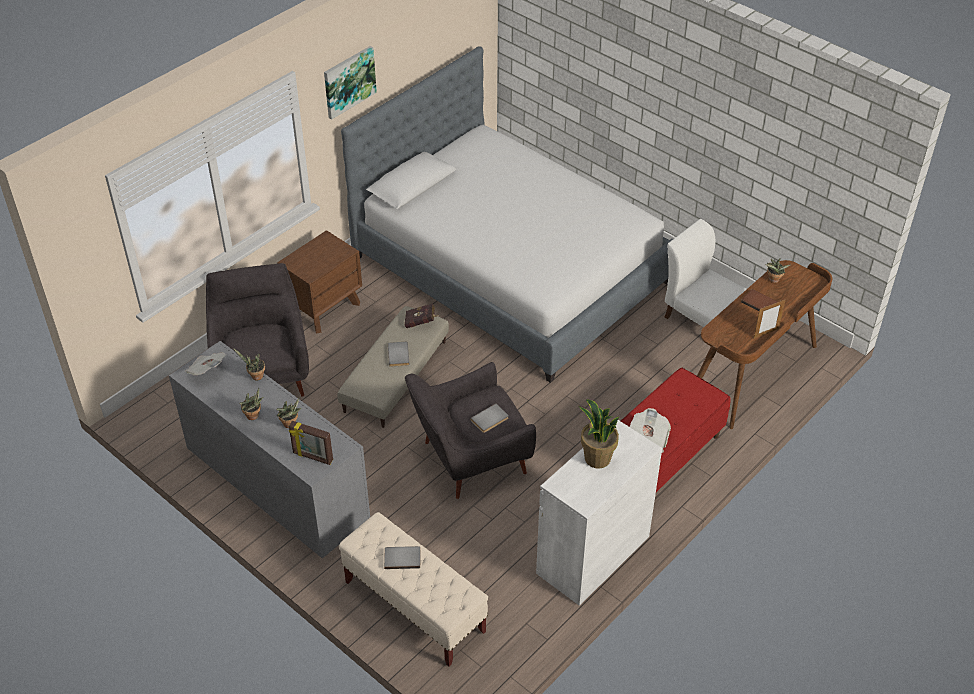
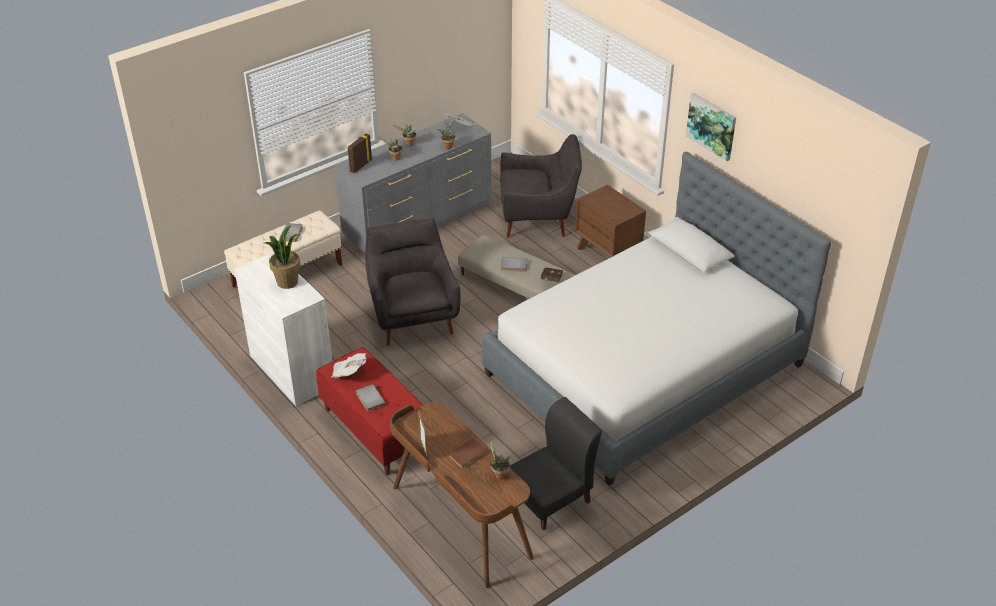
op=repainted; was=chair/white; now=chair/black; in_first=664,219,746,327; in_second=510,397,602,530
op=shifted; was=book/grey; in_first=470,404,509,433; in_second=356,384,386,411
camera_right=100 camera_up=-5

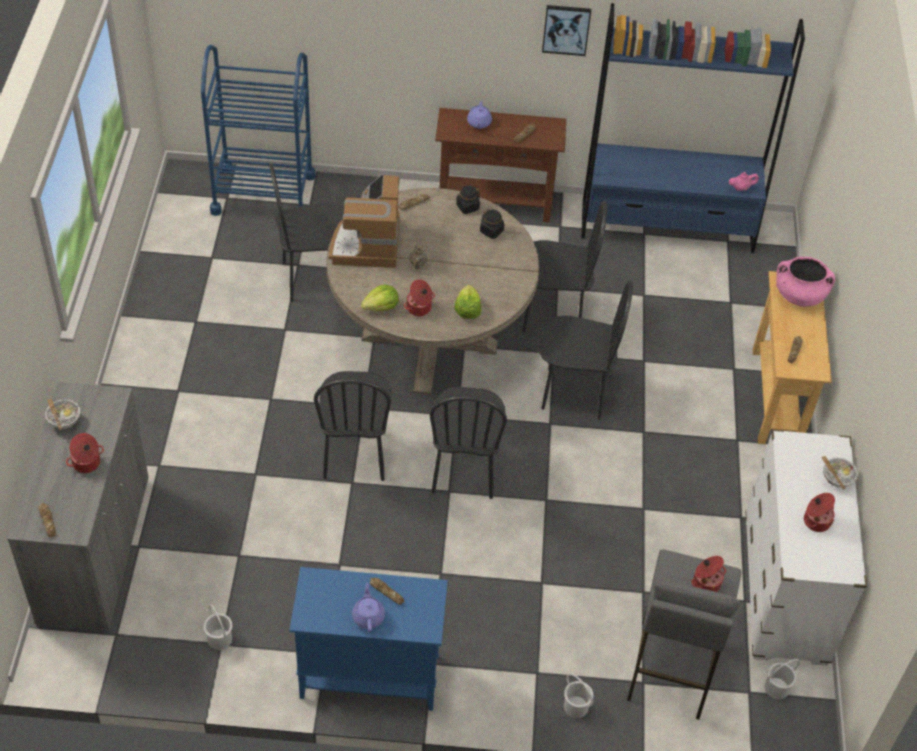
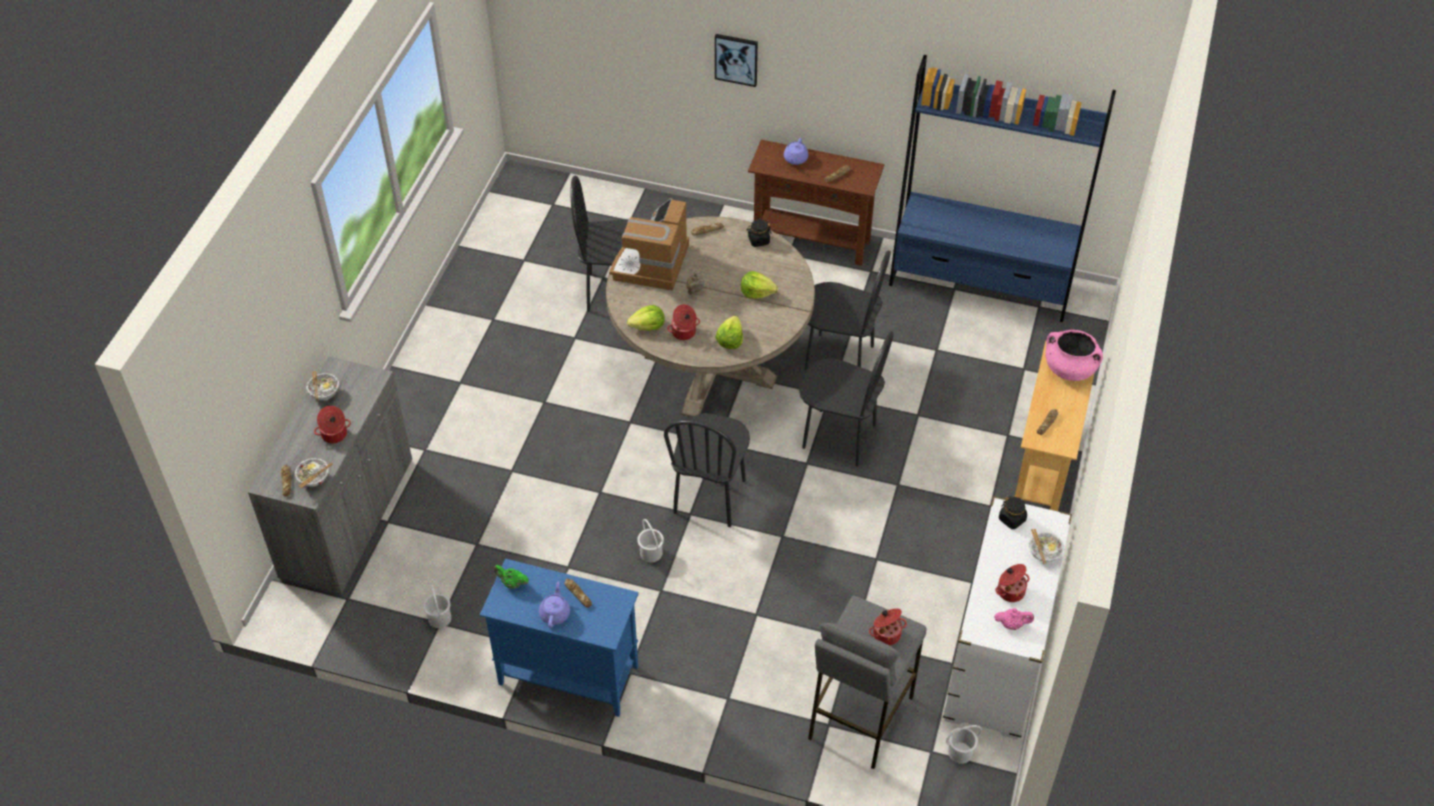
op=shifted; was=picture; in_first=542,5,591,56; in_second=715,34,758,87
op=gone; was=cart/blue; in_first=201,45,316,216
op=shifted; was=teapot/pink; in_first=729,172,759,191; in_second=995,608,1034,630
op=shifted; was=jar/black; in_first=480,210,504,239; in_second=999,496,1027,529
op=gone; was=chair/black; in_first=314,371,392,481
op=shifted; was=bucket/white; in_first=564,673,593,718; in_second=637,519,664,563
op=new; now=lettuce; in_second=741,271,778,299
op=new; now=bowl; in_second=295,458,333,488
op=new; now=teapot/green; in_second=494,565,529,589
camera_right=15 camera_up=0

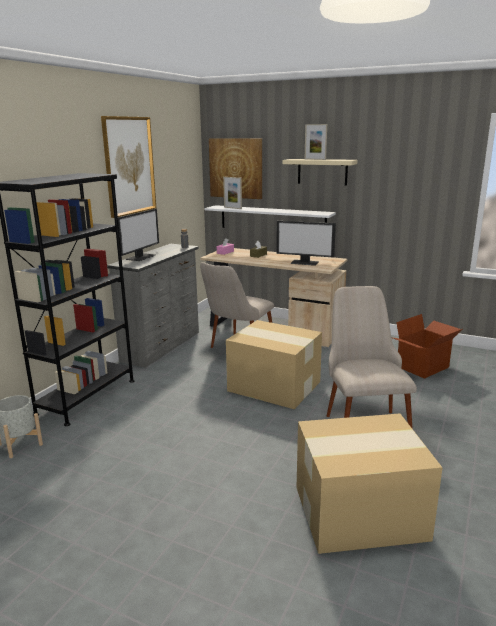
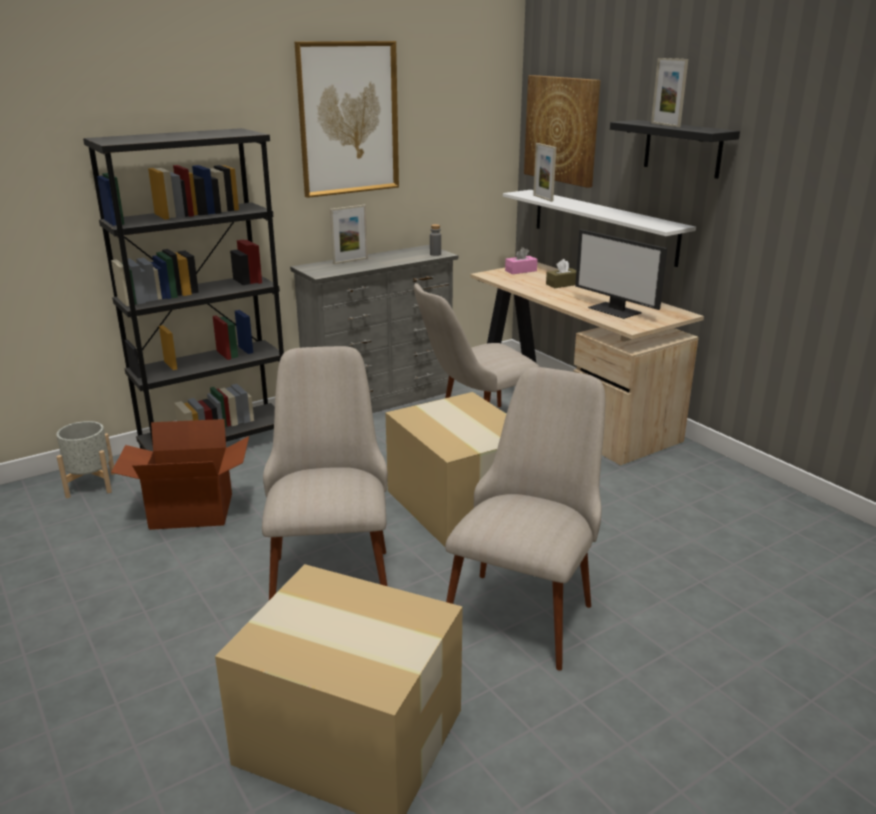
op=repainted; was=shelf/beige; now=shelf/black; in_first=282,159,357,185; in_second=610,120,740,179
op=swapped; was=monitor; now=picture frame; in_first=118,209,159,261; in_second=330,205,368,264
op=shifted; was=cardboard box; in_first=393,314,462,379; in_second=111,419,249,530
op=new; now=chair/beige; in_second=262,346,388,600
camera_right=30 camera_up=5

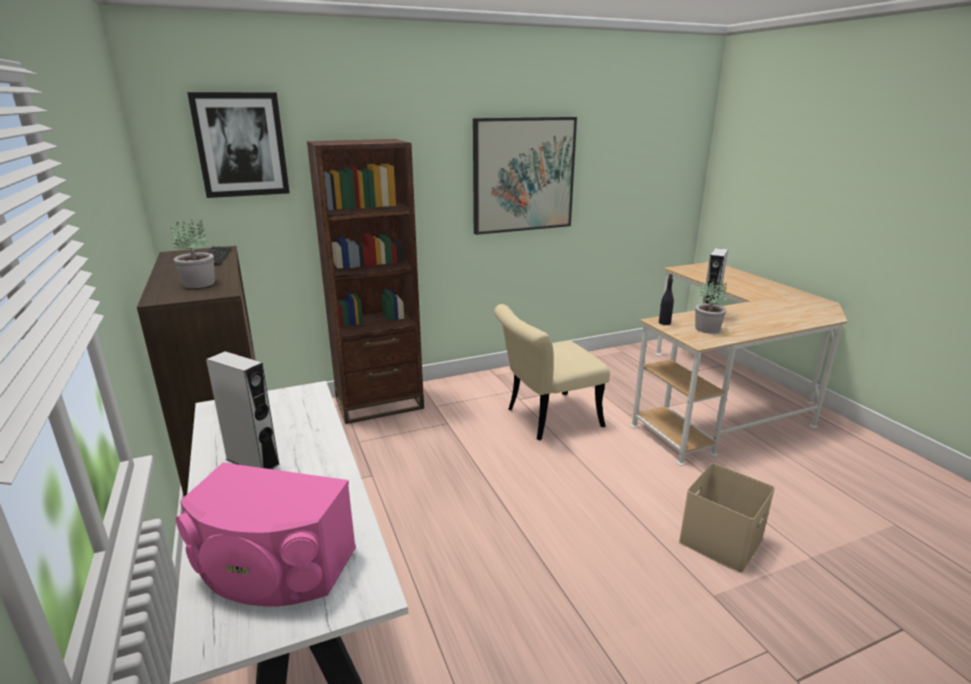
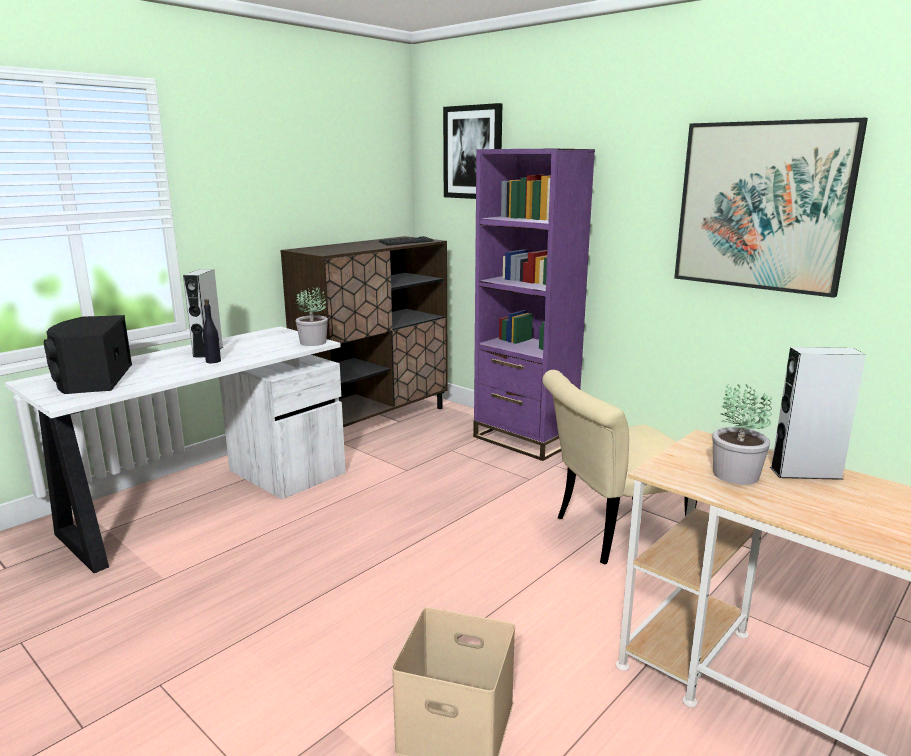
op=repainted; was=bookcase/brown; now=bookcase/purple; in_first=307,139,424,424; in_second=473,149,595,461
op=shifted; was=potted plant; in_first=171,219,215,288; in_second=296,287,328,346
op=shifted; was=bottle/black; in_first=659,274,674,325; in_second=203,299,221,363
op=rotated; was=chair/beige; in_first=494,304,610,440; in_second=542,370,697,564; clockwise=-60
op=repainted; was=speaker/pink; now=speaker/black; in_first=176,463,356,607; in_second=44,315,132,394
camera_right=65 camera_up=-5

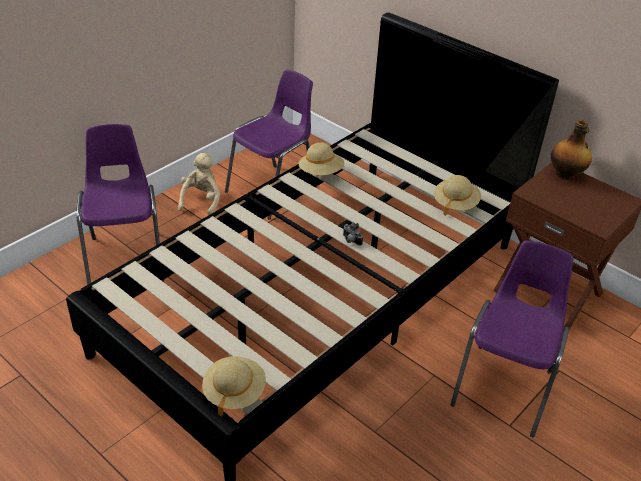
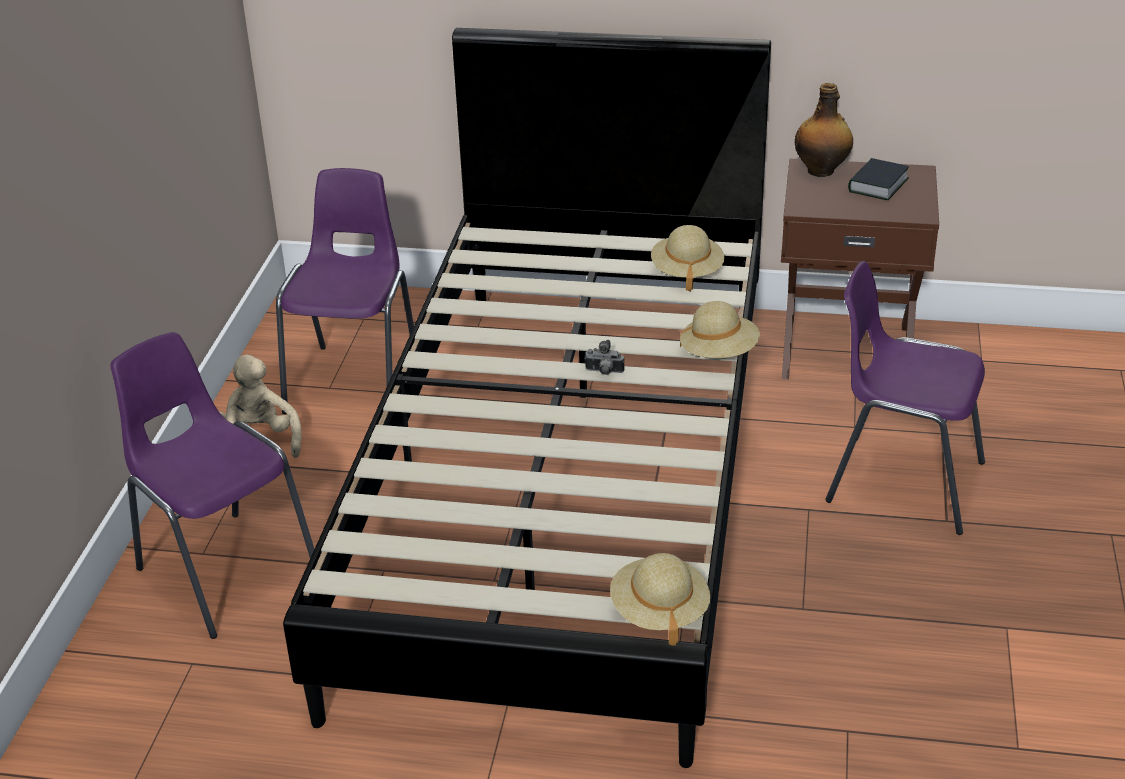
op=shifted; was=hat/beige; in_first=299,143,345,176; in_second=680,301,760,358
op=rotated; was=chair/purple; in_first=450,240,574,437; in_second=825,261,985,535; clockwise=-60
op=new; now=book; in_second=848,158,909,200
camera_right=-30 camera_up=-5

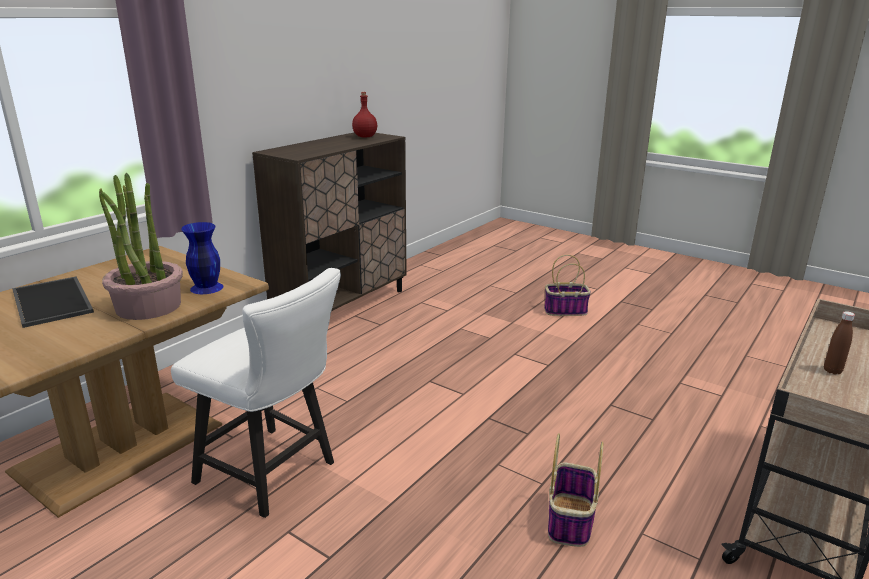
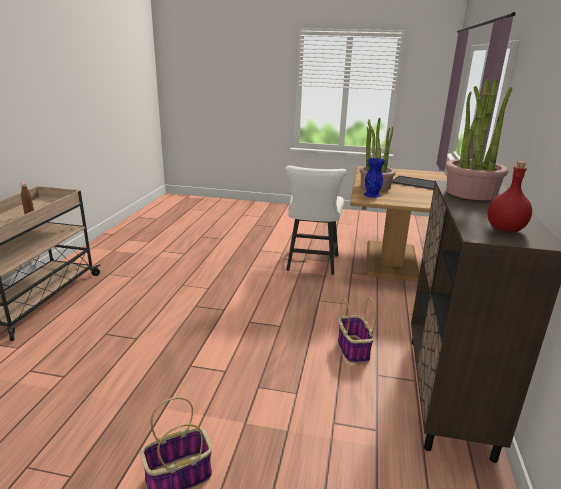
op=rotated; was=chair/white; in_first=171,268,341,518; in_second=285,165,347,275; clockwise=-90
op=shifted; was=basket; in_first=548,433,603,547; in_second=338,297,377,363
op=new; now=potted plant; in_second=445,78,512,200
camera_right=155 camera_up=0

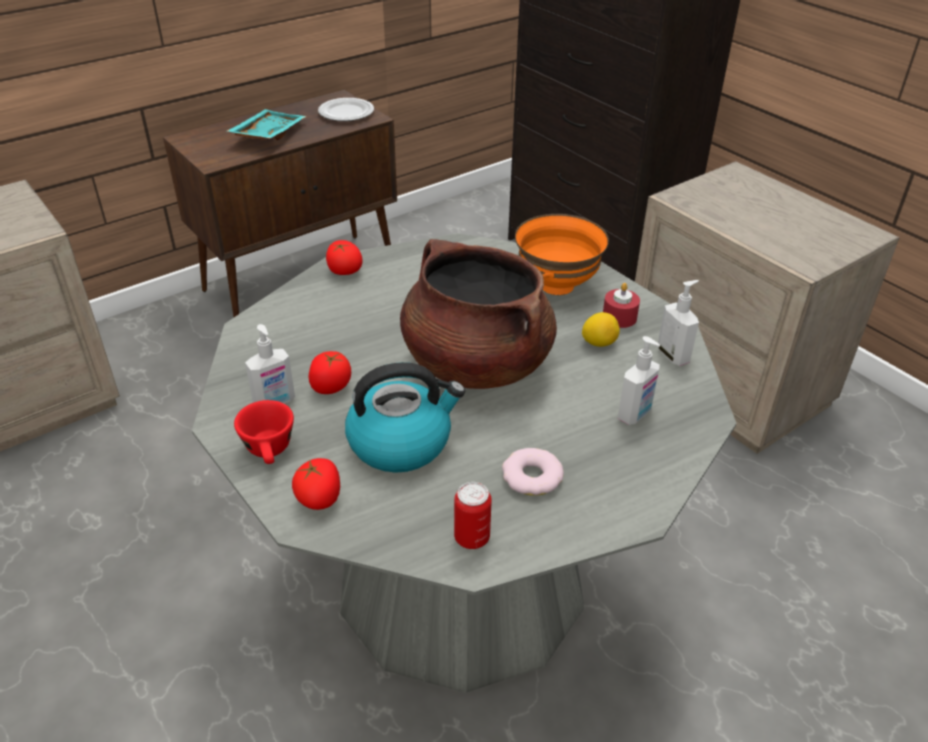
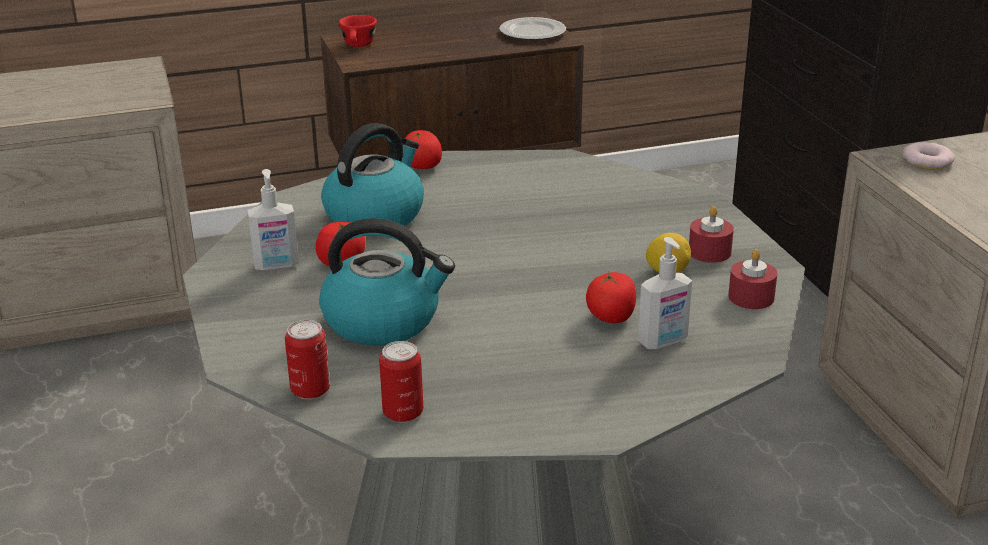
op=gone; was=tray/turquoise; in_first=227,109,307,140
op=gone; was=bowl/orange; in_first=515,214,609,295
op=gone; was=cooking pot/brown; in_first=400,239,557,389
op=swapped; was=soap dispenser; now=candle/red; in_first=658,280,699,366; in_second=728,249,777,309
op=shifted; was=cup/red; in_first=234,400,294,464; in_second=339,15,377,47
op=shifted; was=donut; in_first=502,448,564,496; in_second=903,142,955,169
op=shifted; was=tomato; in_first=292,458,340,510; in_second=586,272,636,323
op=new; now=kettle; in_second=321,123,424,226
op=new; now=can; in_second=285,320,330,399
camera_right=20 camera_up=-10

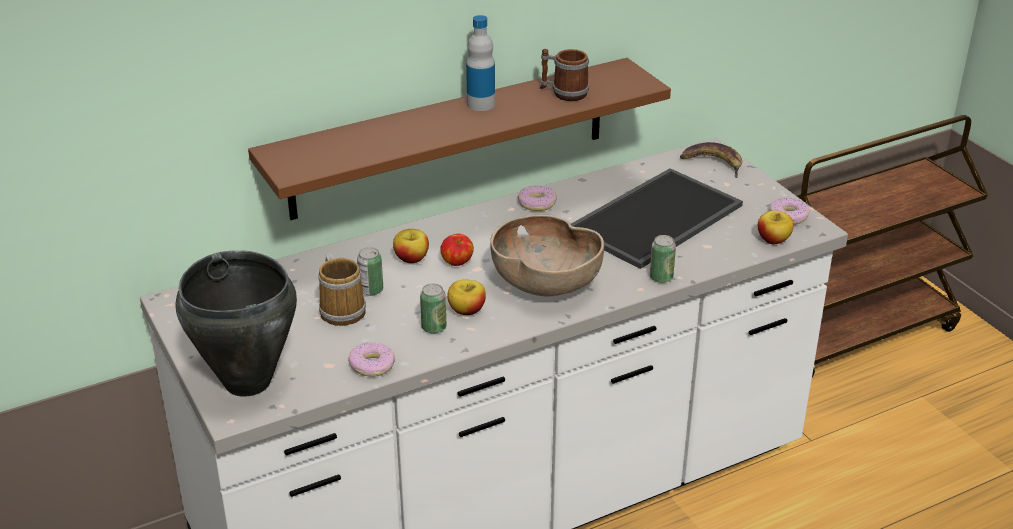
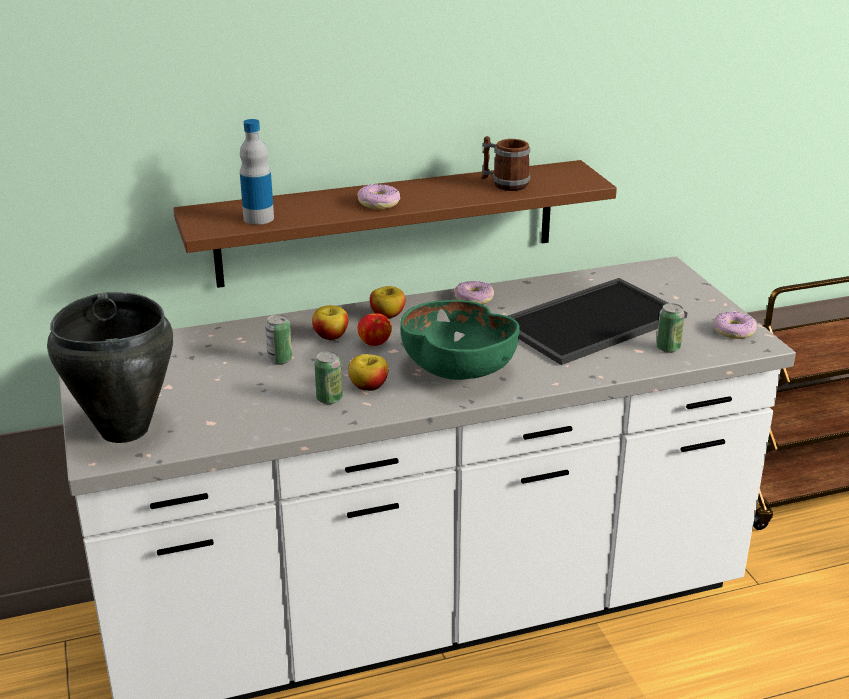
op=shifted; was=bottle; in_first=466,15,495,111; in_second=240,119,274,225
op=gone; was=banana; in_first=680,142,742,178
op=shifted; was=apple; in_first=758,210,794,245; in_second=370,286,406,319
op=repainted; was=bowl/brown; now=bowl/green; in_first=490,214,604,296; in_second=400,300,520,380
op=shifted; was=can; in_first=650,235,676,283; in_second=656,303,685,353
op=gone; was=mug; in_first=318,254,366,326
op=shifted; was=donut; in_first=348,343,395,377; in_second=357,184,400,209
camera_right=10 camera_up=-5

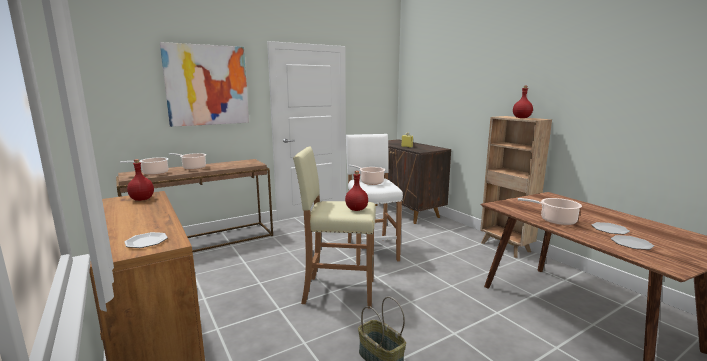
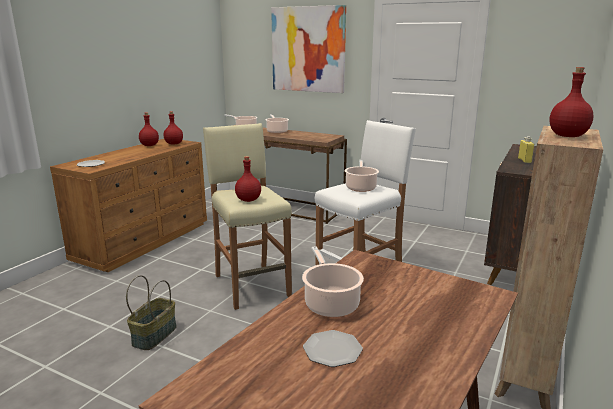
op=gone; was=plate; in_first=611,235,654,250
op=new; now=bottle/red; in_second=139,112,159,146
camera_right=60 camera_up=5

